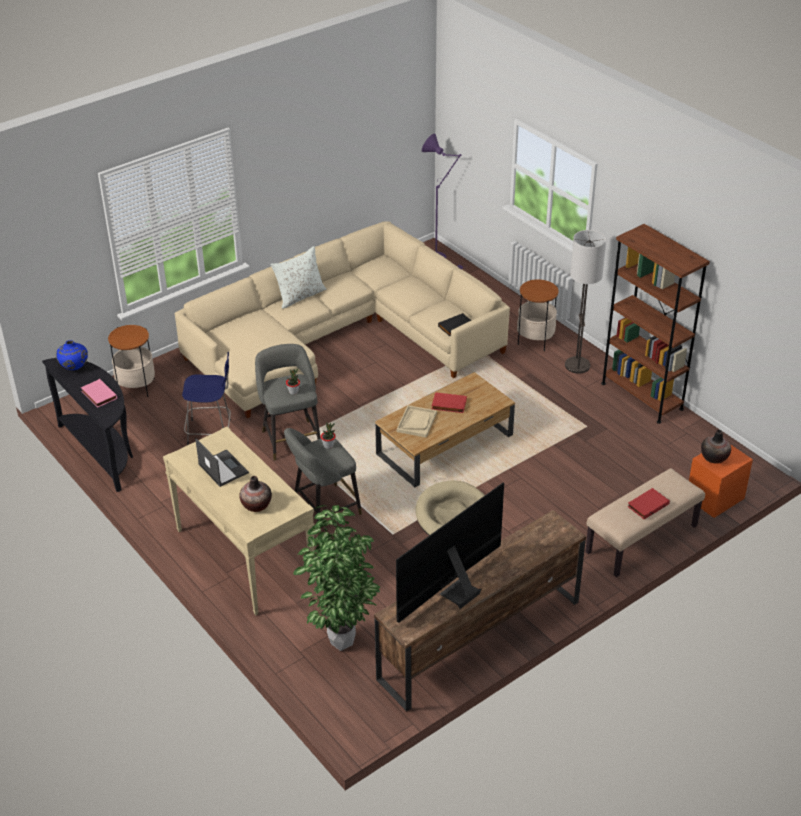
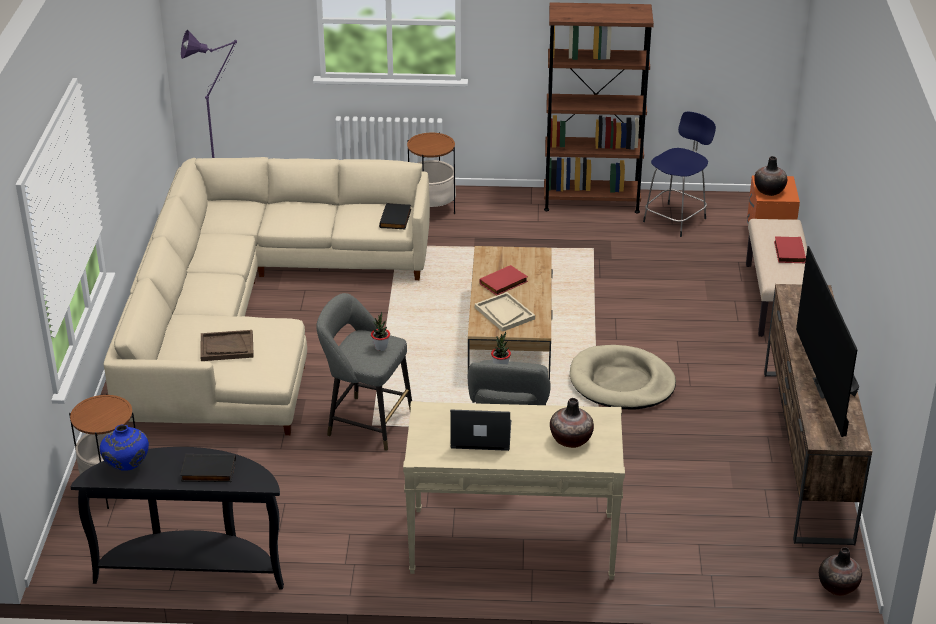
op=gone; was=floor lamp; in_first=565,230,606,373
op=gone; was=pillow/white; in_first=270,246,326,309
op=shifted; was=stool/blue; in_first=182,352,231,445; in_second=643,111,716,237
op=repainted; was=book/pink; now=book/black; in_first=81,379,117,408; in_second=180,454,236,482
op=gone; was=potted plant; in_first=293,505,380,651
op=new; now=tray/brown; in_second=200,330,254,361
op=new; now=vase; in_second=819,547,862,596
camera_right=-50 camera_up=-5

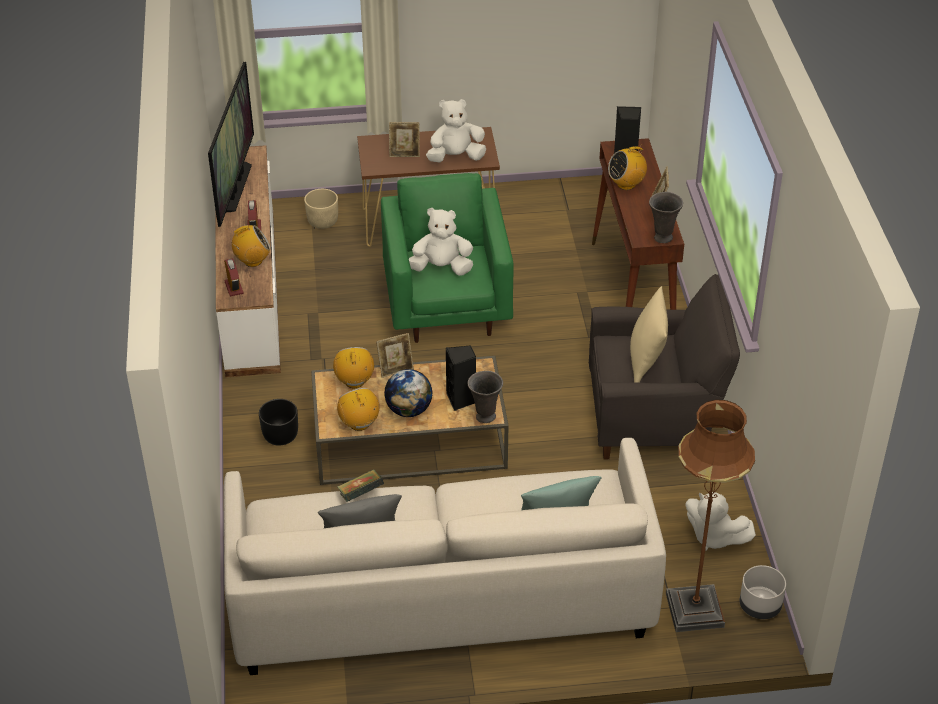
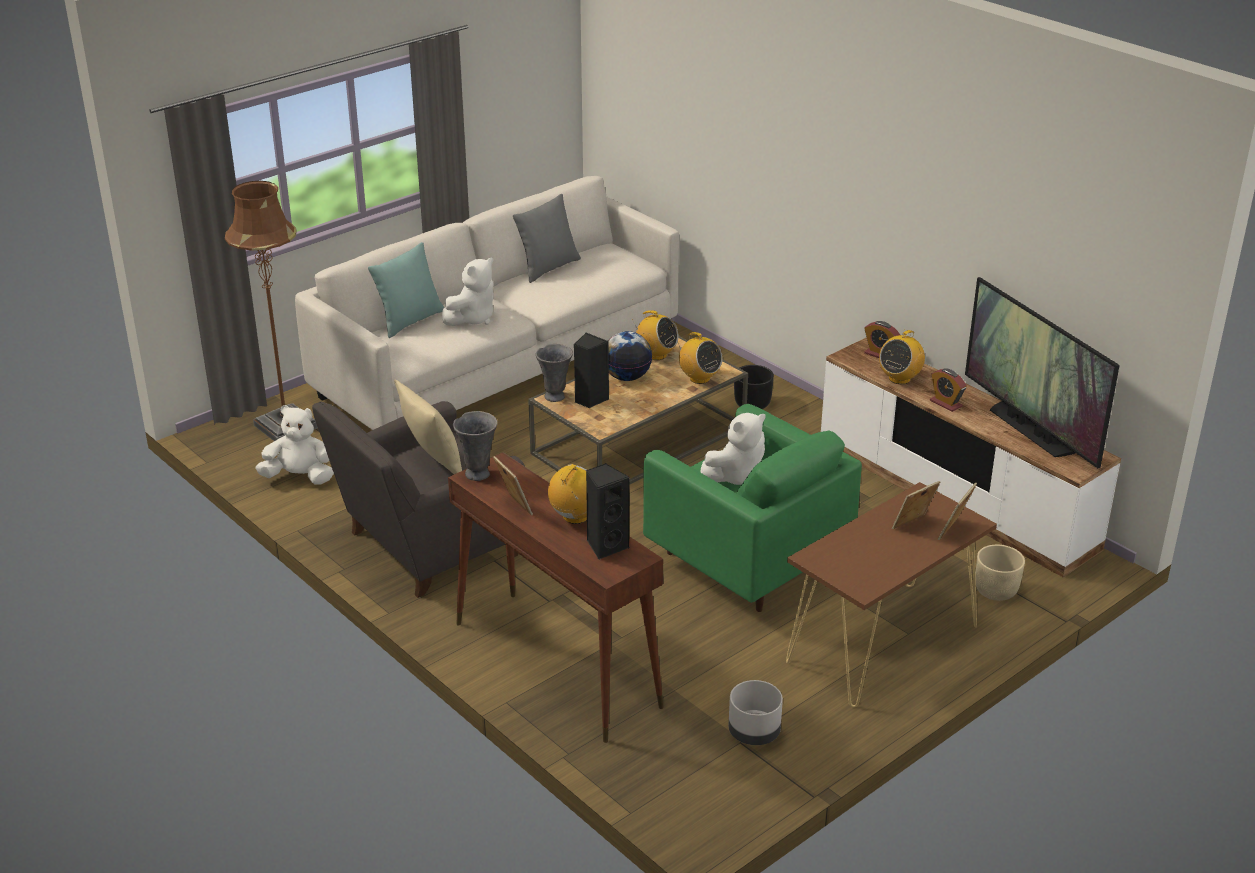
op=shifted; was=plush toy/white; in_first=426,99,486,163; in_second=442,258,494,326
op=shifted; was=picture frame; in_first=376,333,414,378; in_second=938,483,977,540
op=gone; was=book; in_first=338,469,384,502
op=shifted; was=planter/grey; in_first=739,565,786,619; in_second=729,680,783,745
camera_right=145 camera_up=-10

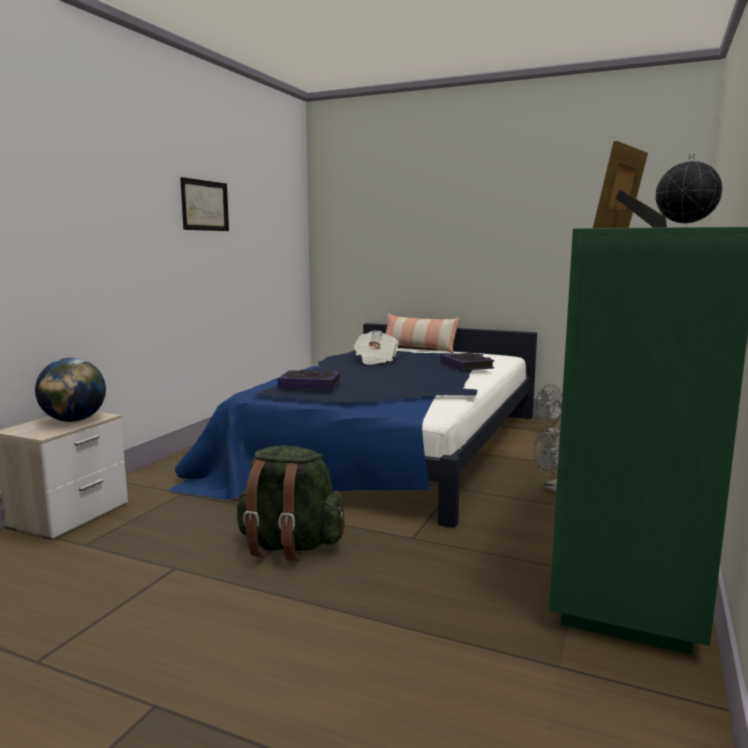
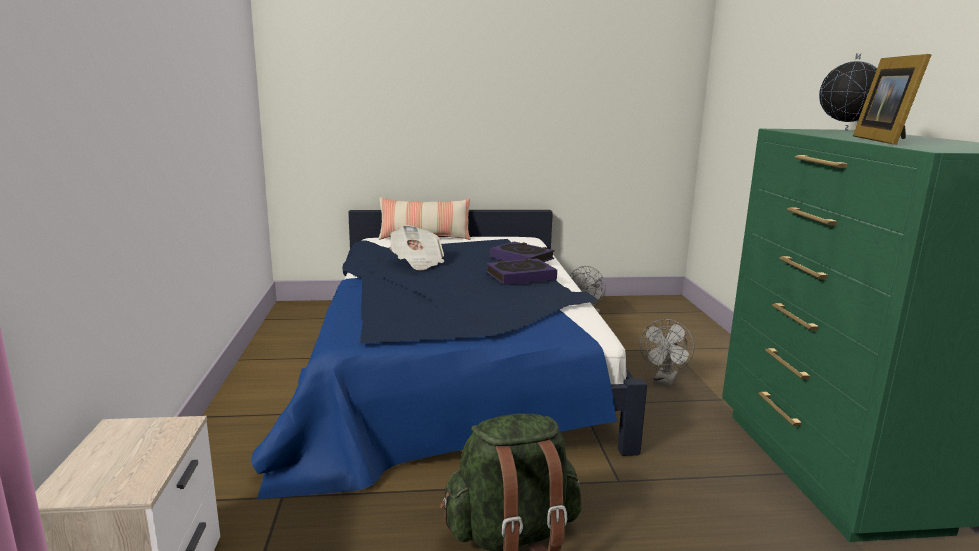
op=gone; was=picture; in_first=180,177,229,231
op=gone; was=globe; in_first=35,358,106,422
op=shifted; was=book; in_first=277,369,341,390; in_second=486,258,557,285
camera_right=-30 camera_up=5

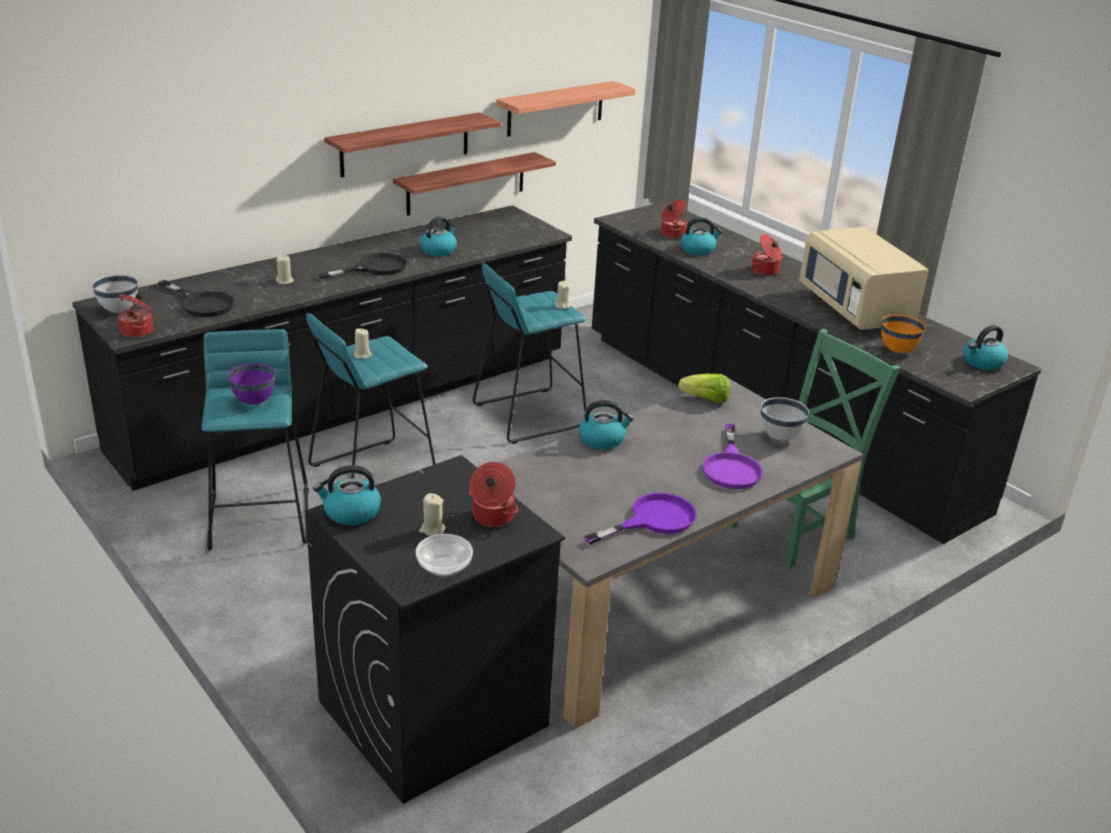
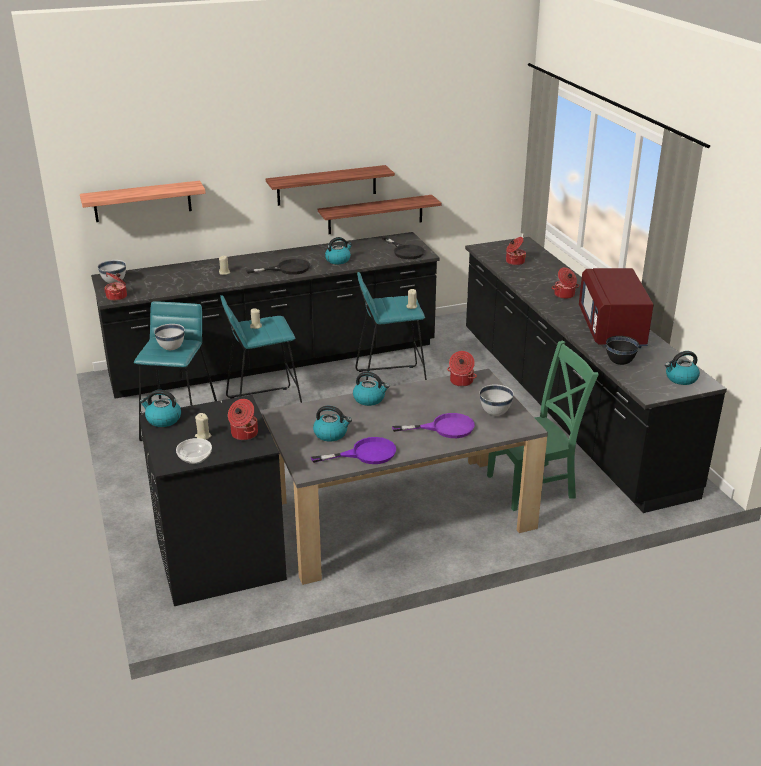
op=shifted; was=shelf; in_first=496,81,635,137; in_second=80,181,206,222
op=shifted; was=kettle; in_first=680,217,722,255; in_second=313,406,352,442
op=repainted; was=microwave/beige; now=microwave/red; in_first=799,227,928,333; in_second=579,268,654,348
op=shifted; was=frying pan/black; in_first=158,280,235,317; in_second=382,236,425,259
op=repainted; was=bowl/orange; now=bowl/black; in_first=881,315,926,353; in_second=606,336,639,365
op=repainted; was=bowl/purple; now=bowl/white; in_first=228,363,275,405; in_second=154,324,185,350
op=swapped; was=lettuce; now=cooking pot; in_first=678,374,730,403; in_second=447,351,477,387
op=rotated; was=frying pan/purple; in_first=702,424,763,489; in_second=392,413,475,438; clockwise=-120
camera_right=20 camera_up=0

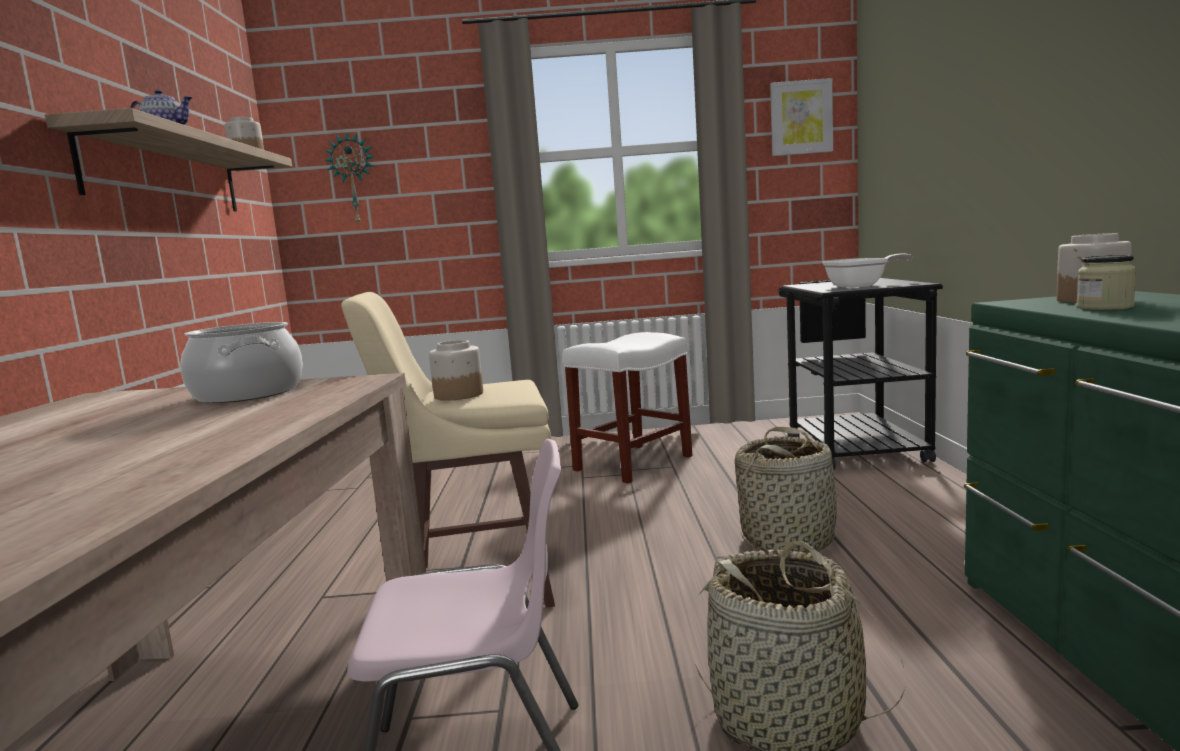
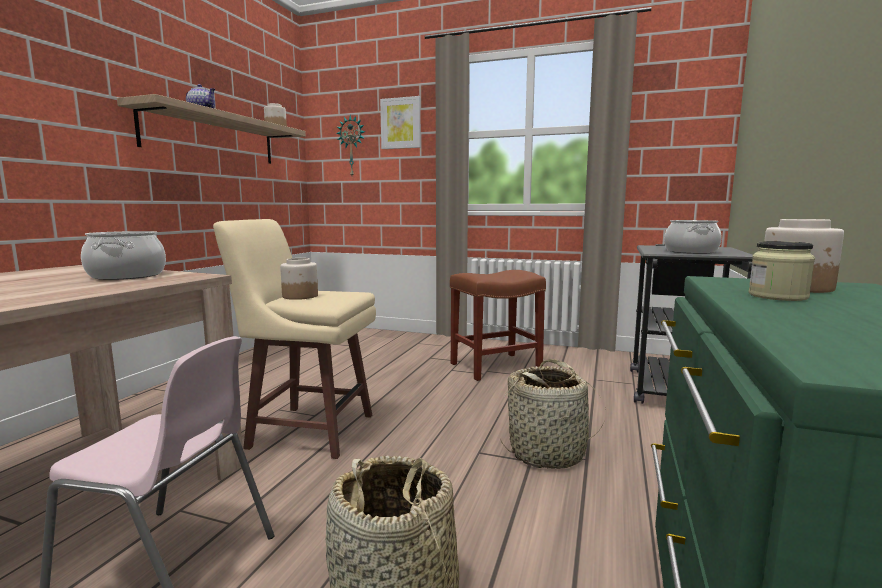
op=shifted; was=picture; in_first=770,78,833,156; in_second=380,96,421,149
op=swapped; was=frying pan; now=cooking pot; in_first=822,254,913,288; in_second=664,220,722,254
op=repainted; was=stool/white; now=stool/brown; in_first=562,332,693,484; in_second=450,270,546,381
camera_right=20 camera_up=0

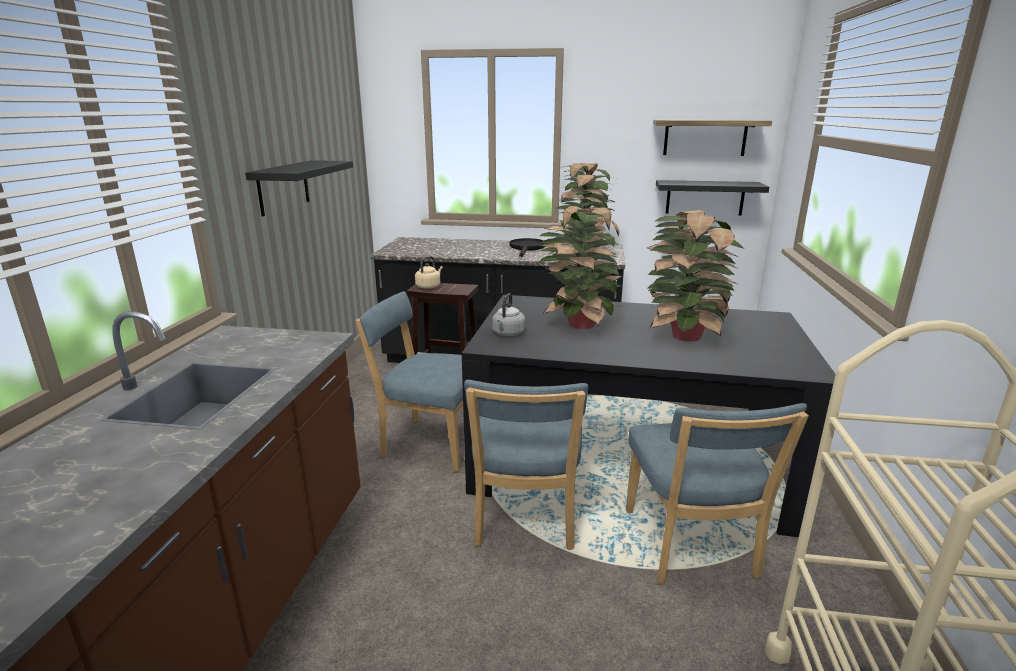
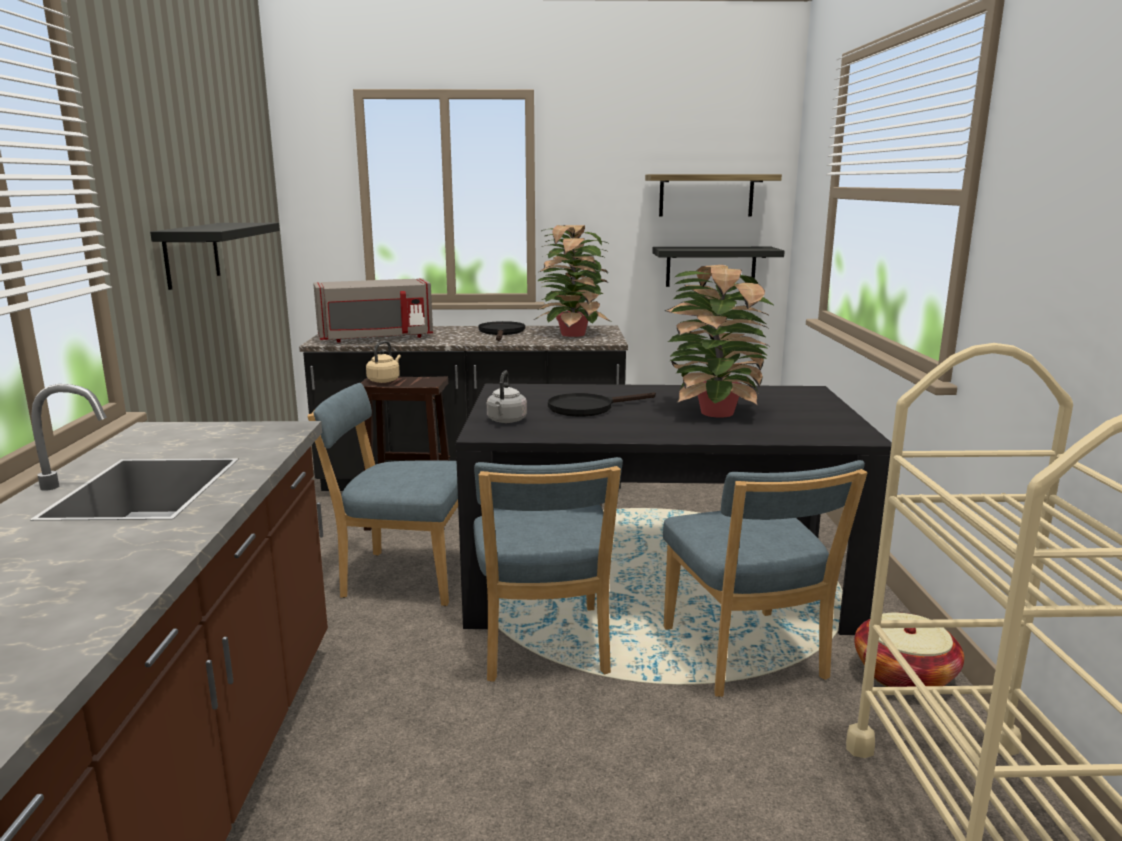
op=swapped; was=potted plant; now=frying pan/black; in_first=539,206,623,329; in_second=548,393,656,417
op=new; now=microwave/grey; in_second=313,278,433,343
op=new; now=basket; in_second=854,613,964,687
camera_right=-10 camera_up=-5

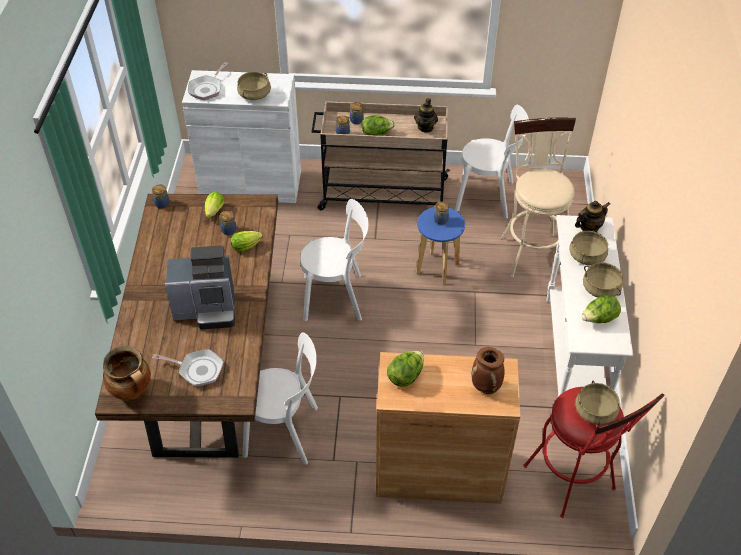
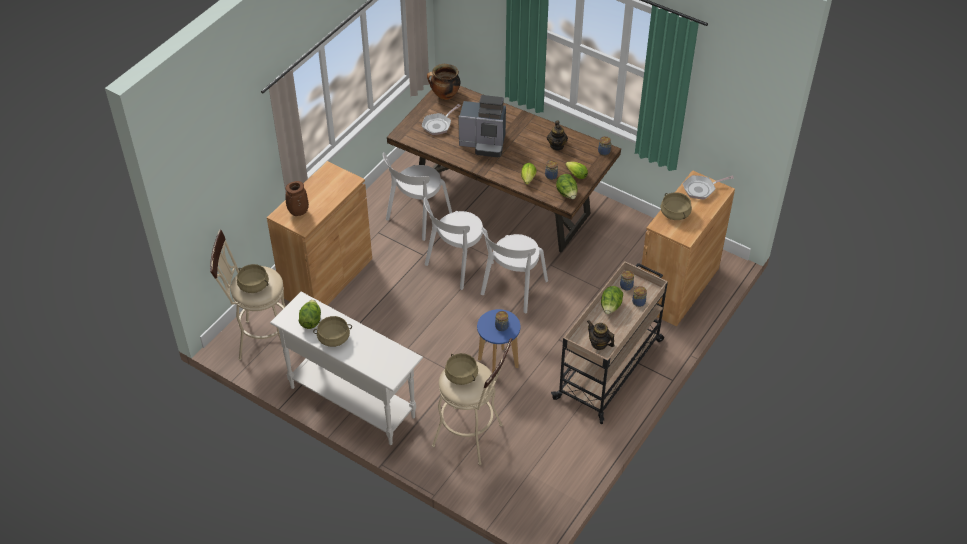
op=rotated; was=frying pan; in_first=188,62,228,100; in_second=683,175,734,200; clockwise=-75
op=repainted; was=cabinet/white; now=cabinet/brown; in_first=182,70,301,203; in_second=641,170,735,327
op=shifted; was=chair/white; in_first=455,105,529,219; in_second=424,198,494,290
op=shifted; was=teapot; in_first=575,201,610,232; in_second=547,121,568,150
op=shifted; was=cooking pot/beige; in_first=569,230,608,265; in_second=445,353,478,385
op=rotated; was=coffee machine; in_first=165,245,235,329; in_second=458,95,506,157; clockwise=-105
op=shifted; was=lettuce; in_first=387,351,424,387; in_second=556,174,578,199
op=repainted; was=stool/red; now=stool/beige; in_first=523,387,665,518; in_second=210,230,286,360
camera_right=120 camera_up=0

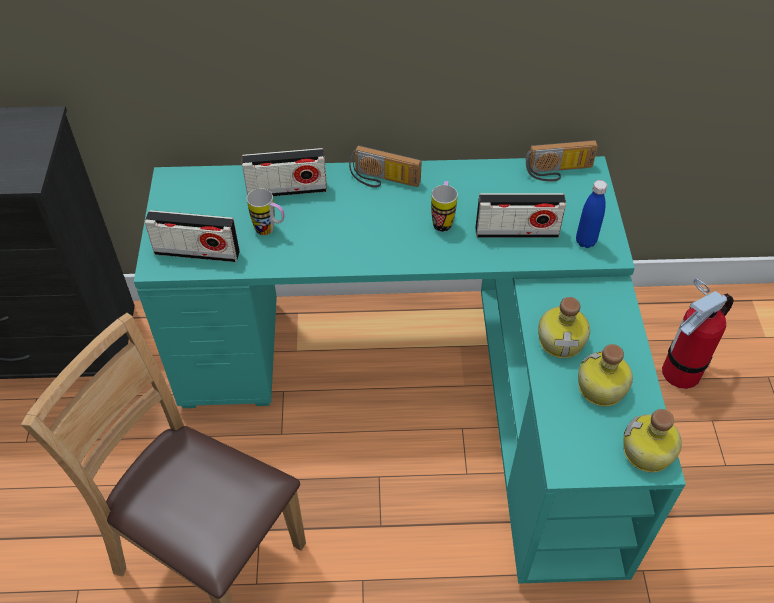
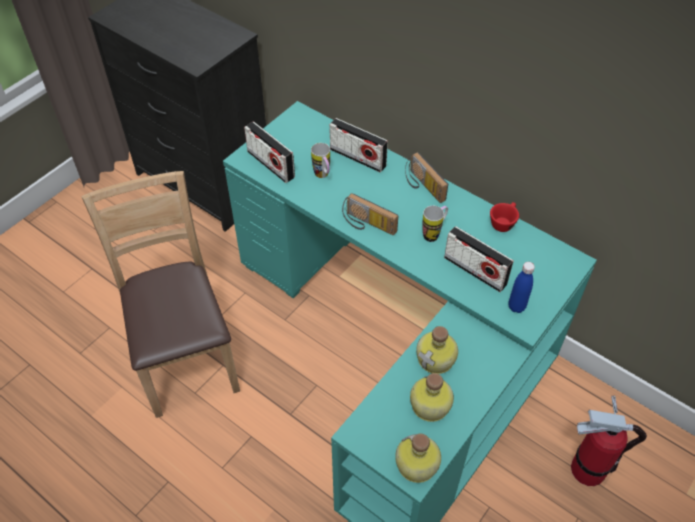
op=shifted; was=radio; in_first=526,140,598,181; in_second=342,193,398,235
op=new; now=cup/red; in_second=490,202,519,232
camera_right=40 camera_up=0

